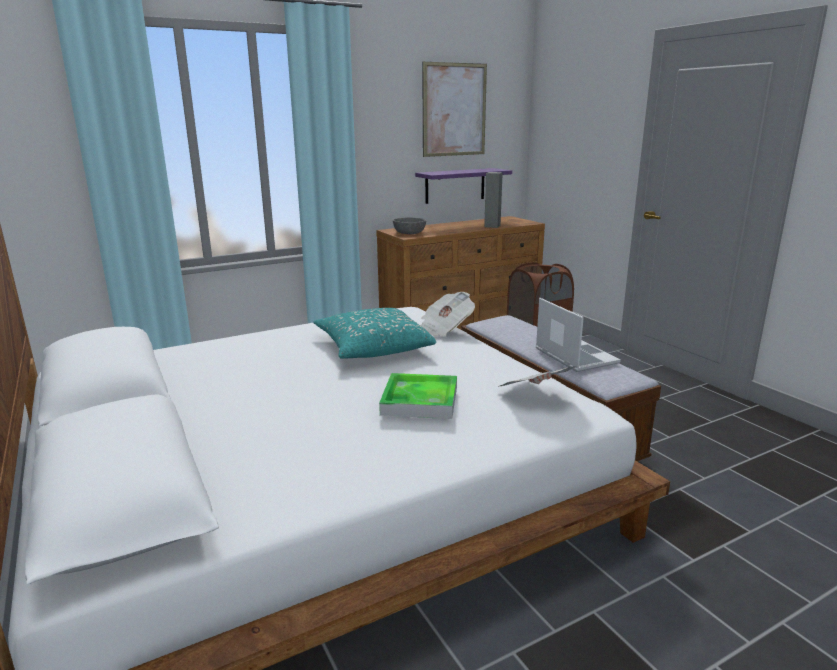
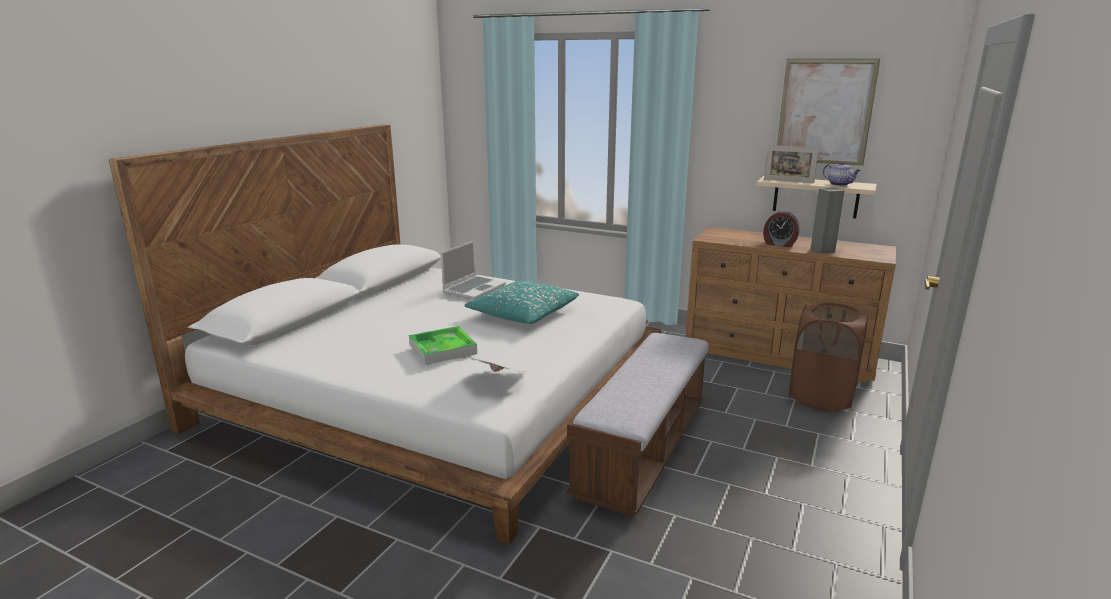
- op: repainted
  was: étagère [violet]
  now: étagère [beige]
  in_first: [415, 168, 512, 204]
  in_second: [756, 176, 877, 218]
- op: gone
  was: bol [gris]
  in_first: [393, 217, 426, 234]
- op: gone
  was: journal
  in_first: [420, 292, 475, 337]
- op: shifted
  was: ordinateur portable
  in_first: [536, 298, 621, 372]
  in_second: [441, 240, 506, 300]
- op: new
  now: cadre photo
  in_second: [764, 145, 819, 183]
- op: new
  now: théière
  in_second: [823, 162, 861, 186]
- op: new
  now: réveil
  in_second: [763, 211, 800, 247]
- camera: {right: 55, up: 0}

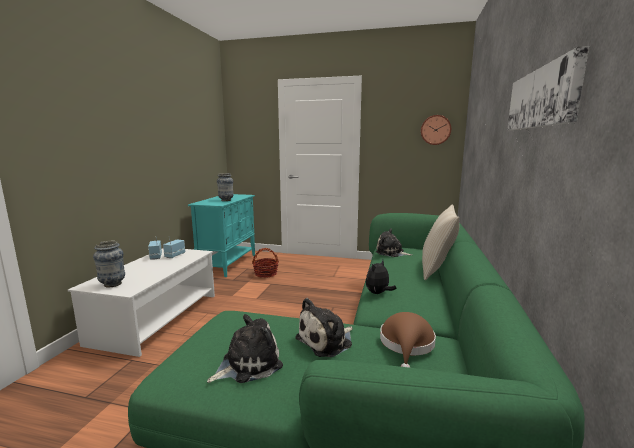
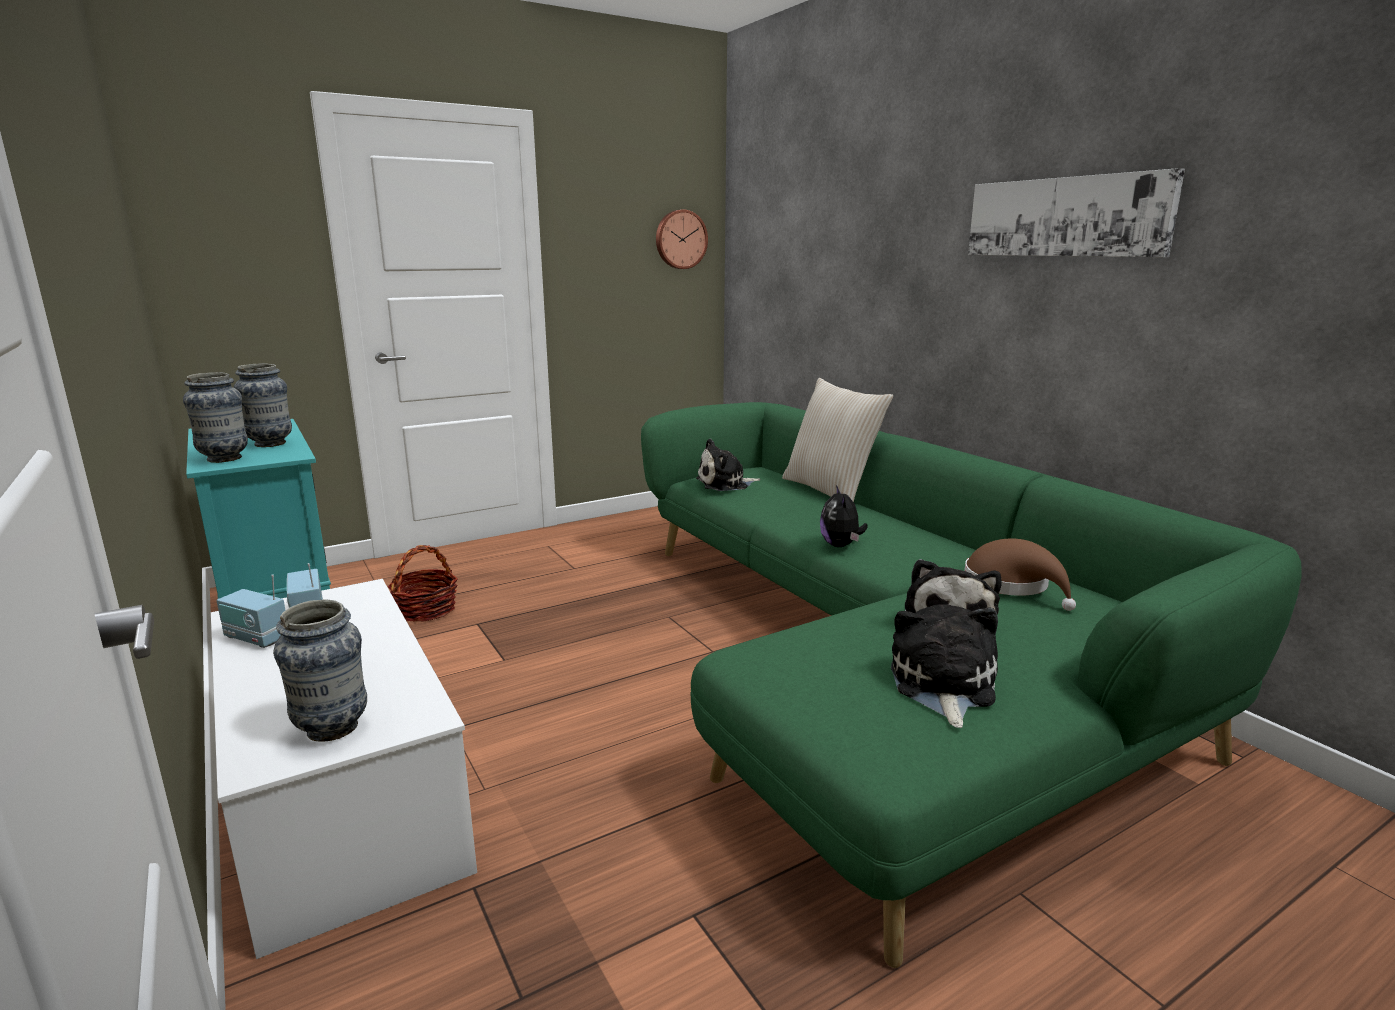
- op: new
  now: vase
  in_second: [183, 372, 248, 463]
- camera: {right: -45, up: 5}

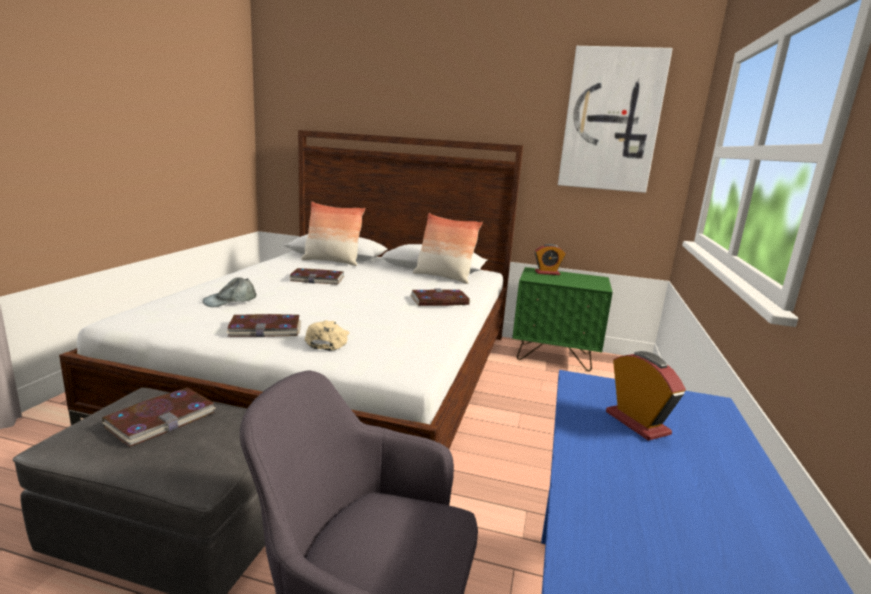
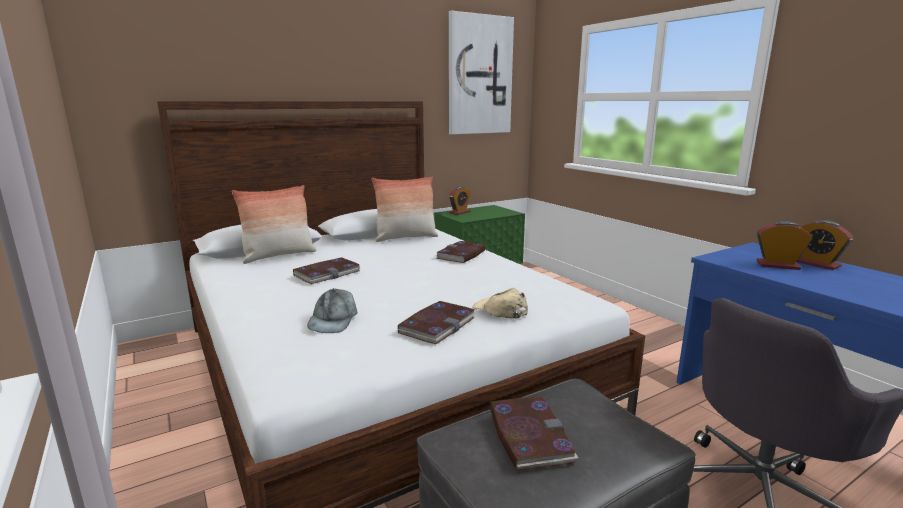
- op: new
  now: réveil
  in_second: [796, 220, 853, 270]
- camera: {right: -45, up: 0}

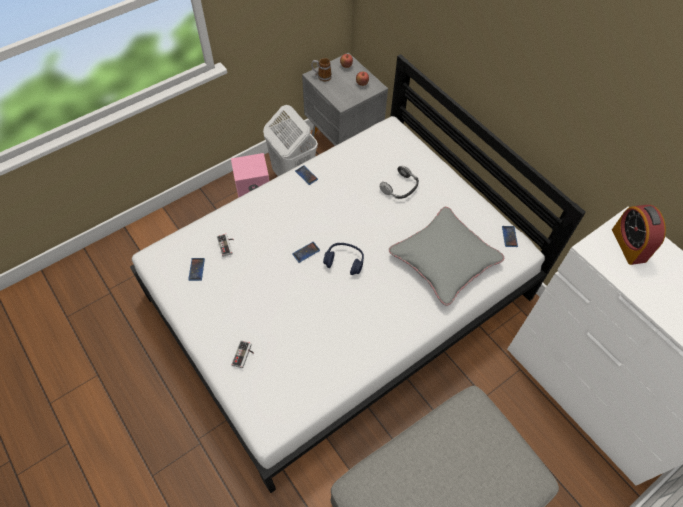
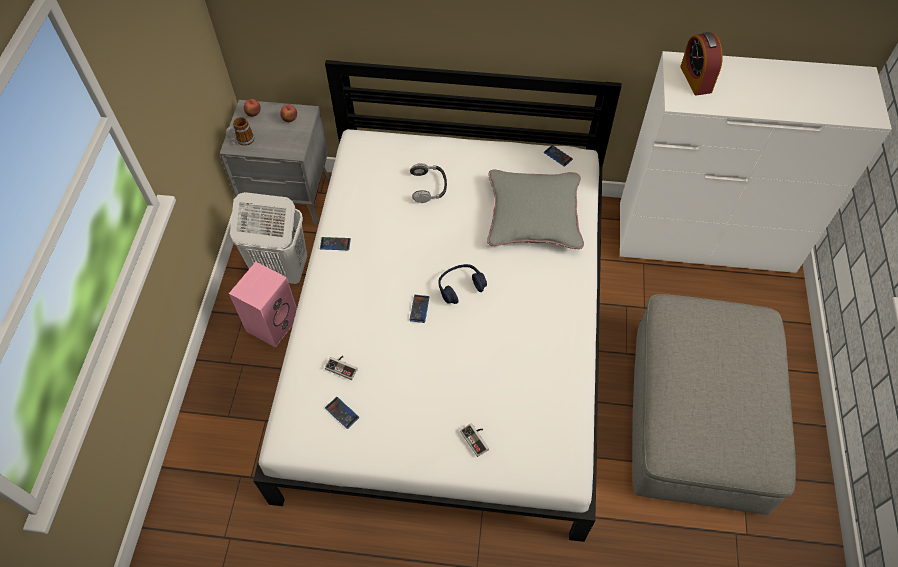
- op: rotated
  was: réveil
  in_first: [612, 205, 666, 265]
  in_second: [680, 32, 723, 96]
  clockwise: 45
- camera: {right: -45, up: 0}

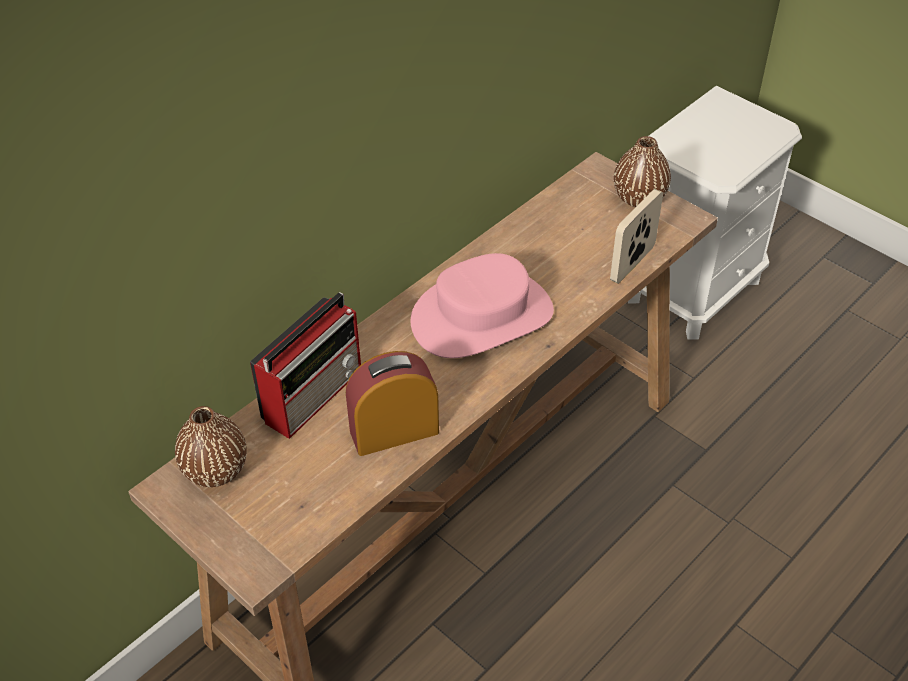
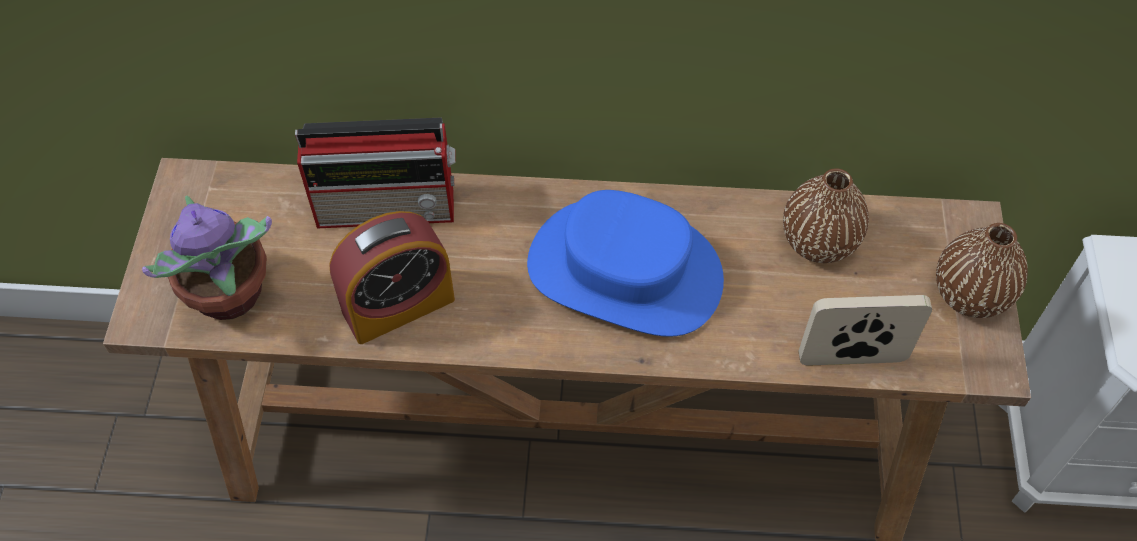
- op: repainted
  was: chapeau [rose]
  now: chapeau [bleu]
  in_first: [411, 253, 554, 358]
  in_second: [527, 190, 724, 337]
- op: rotated
  was: réveil
  in_first: [346, 351, 439, 456]
  in_second: [329, 211, 455, 344]
  clockwise: 120
- op: shifted
  was: vase [marron]
  in_first: [175, 406, 247, 487]
  in_second: [783, 168, 869, 263]
- op: new
  now: plante en pot
  in_second: [142, 196, 272, 320]
- camera: {right: 50, up: 10}

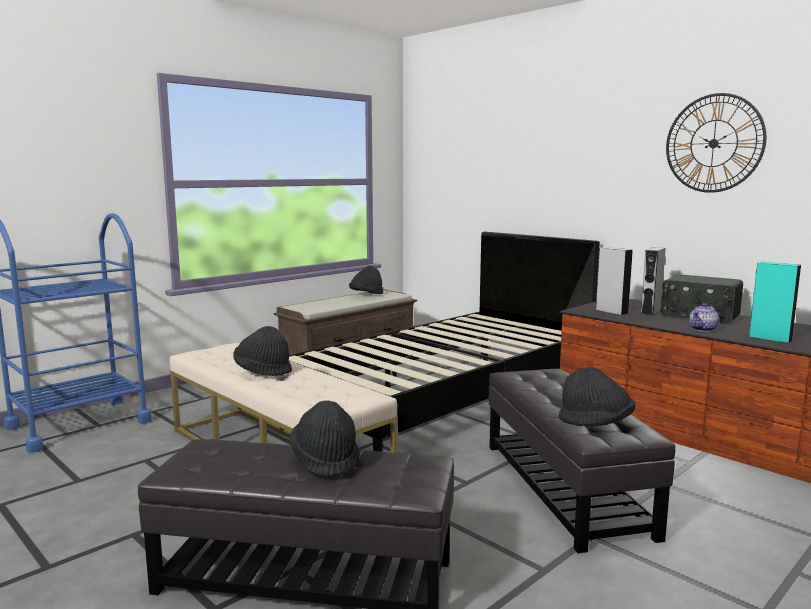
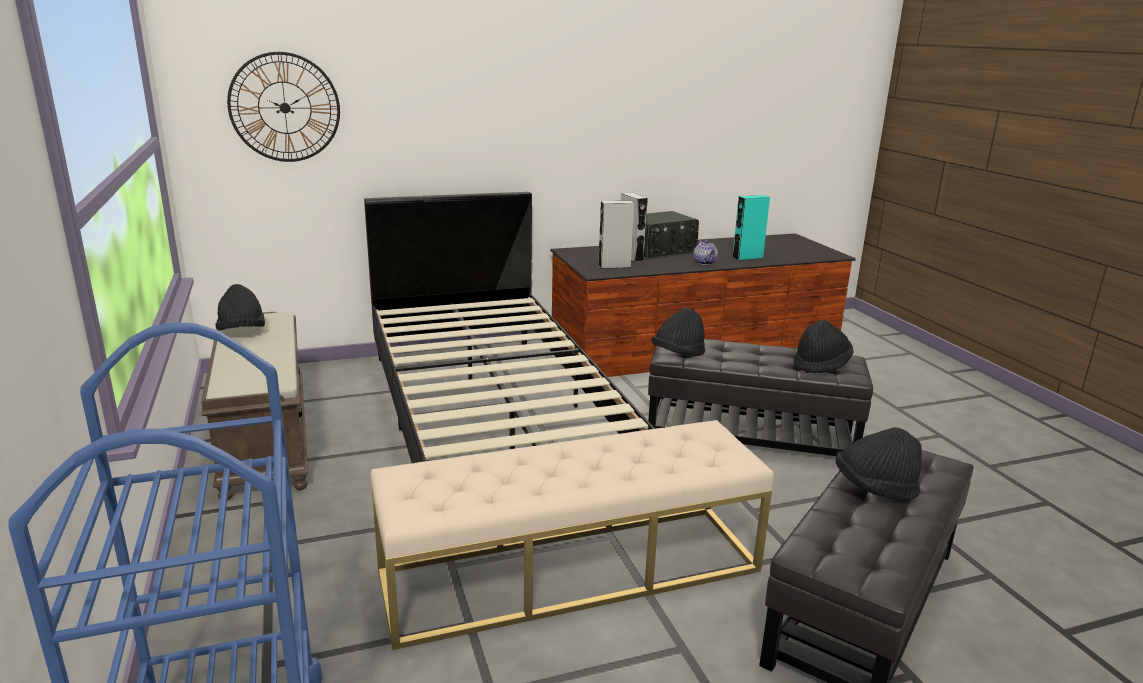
- op: shifted
  was: horloge murale
  in_first: [666, 93, 766, 193]
  in_second: [227, 52, 340, 162]
- op: shifted
  was: chapeau [noir]
  in_first: [233, 326, 292, 376]
  in_second: [651, 307, 705, 357]
- camera: {right: -65, up: 10}

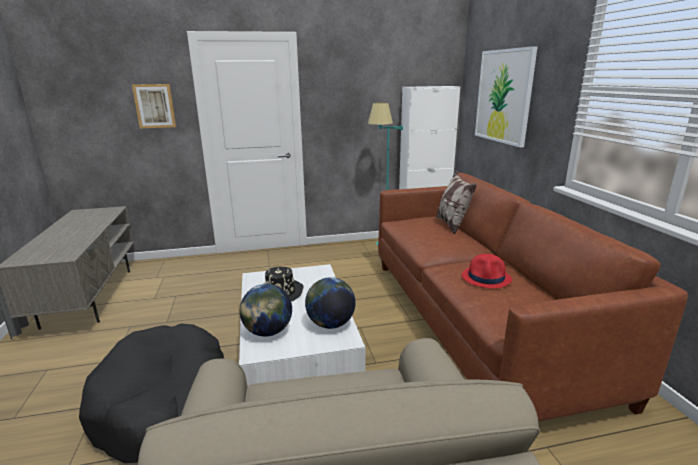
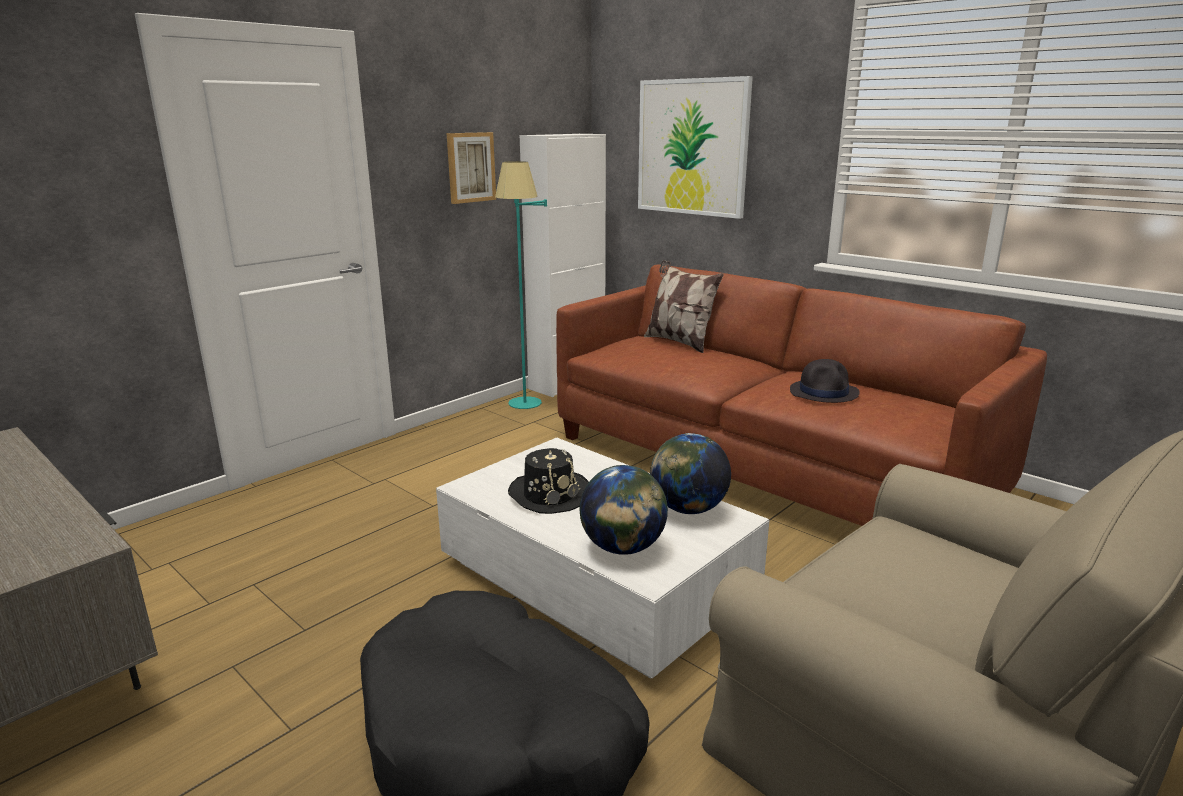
- op: shifted
  was: tableau
  in_first: [132, 84, 176, 128]
  in_second: [447, 132, 496, 204]
- op: repainted
  was: chapeau [rouge]
  now: chapeau [noir]
  in_first: [461, 254, 512, 288]
  in_second: [790, 359, 860, 403]
- camera: {right: -35, up: 0}

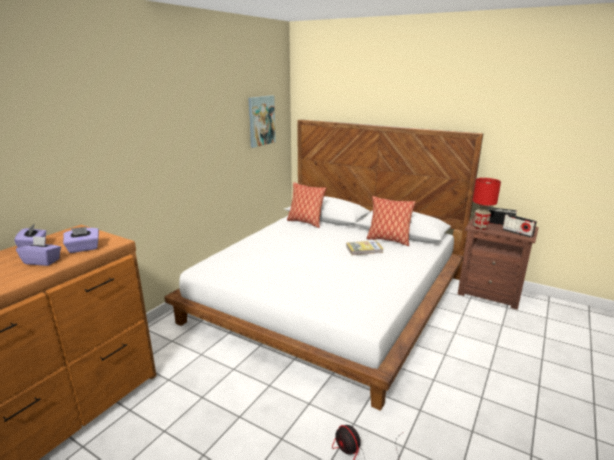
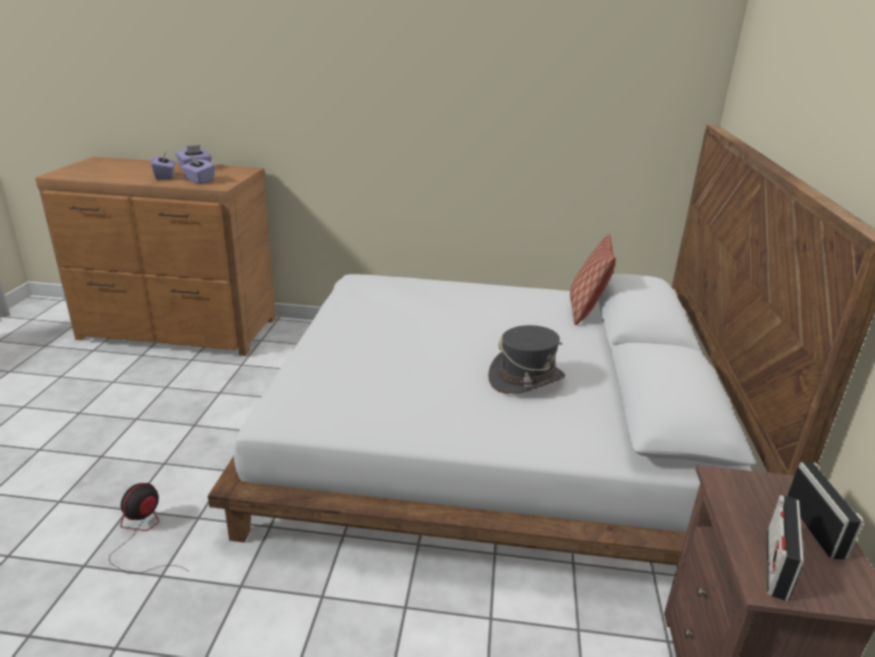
- op: gone
  was: tableau
  in_first: [248, 95, 276, 148]
- op: gone
  was: lampe de table [rouge]
  in_first: [473, 178, 501, 230]
- op: gone
  was: coussin
  in_first: [367, 196, 416, 246]
- op: swapped
  was: livre
  now: chapeau [gris]
  in_first: [346, 240, 383, 255]
  in_second: [488, 325, 565, 394]
- camera: {right: 65, up: 5}

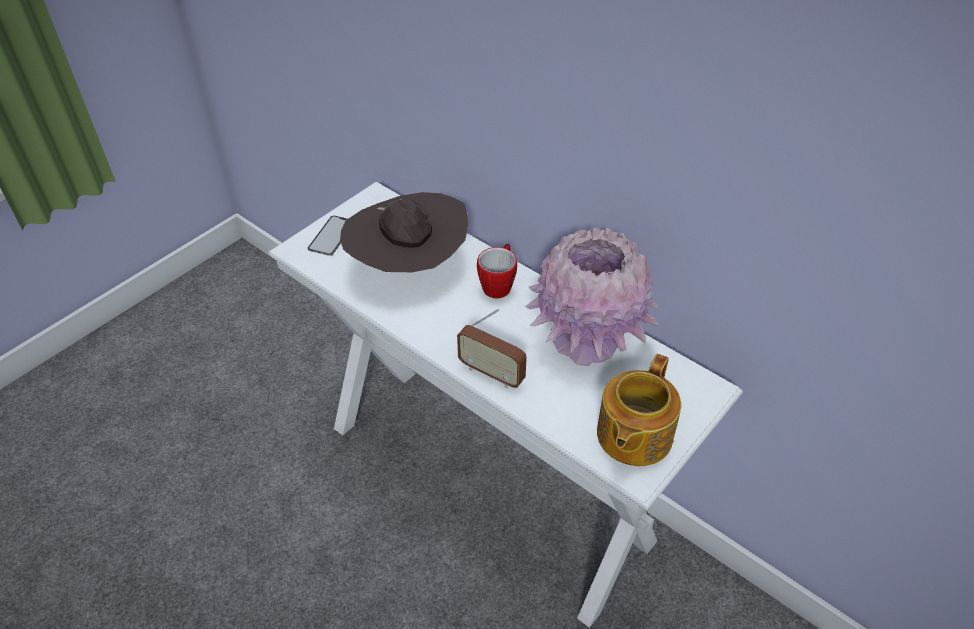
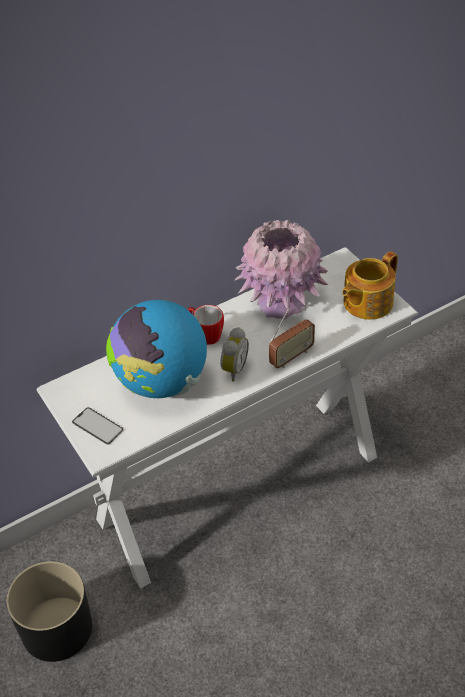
- op: swapped
  was: chapeau [marron]
  now: globe
  in_first: [340, 192, 468, 272]
  in_second: [106, 300, 207, 398]
- op: rotated
  was: théière
  in_first: [597, 354, 681, 466]
  in_second: [342, 251, 398, 320]
  clockwise: 90
- op: new
  now: réveil
  in_second: [220, 327, 249, 382]
- op: new
  now: cache-pot [noir]
  in_second: [6, 561, 92, 662]
- camera: {right: -70, up: 0}

